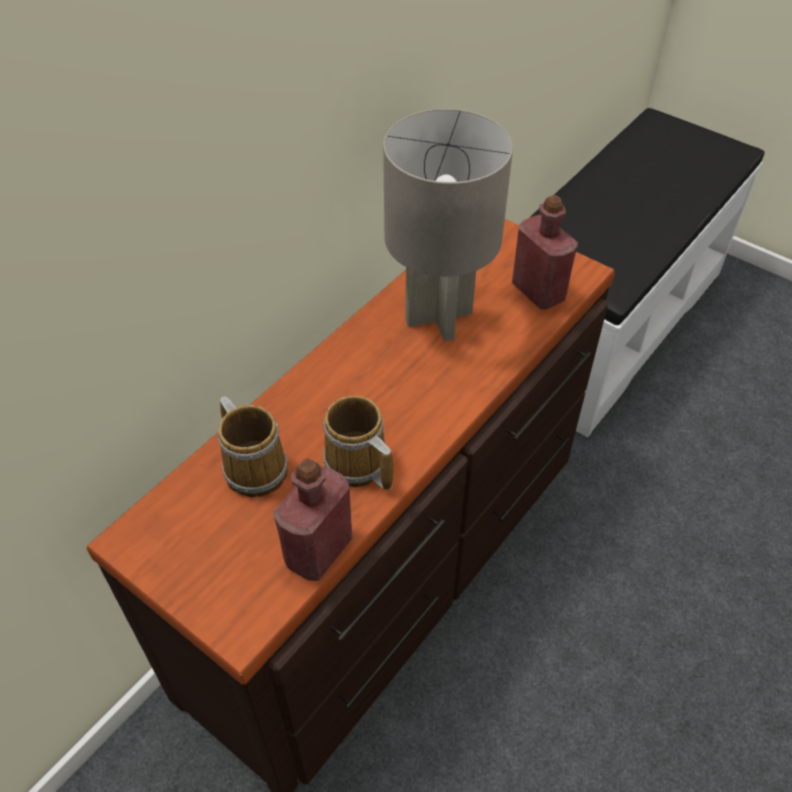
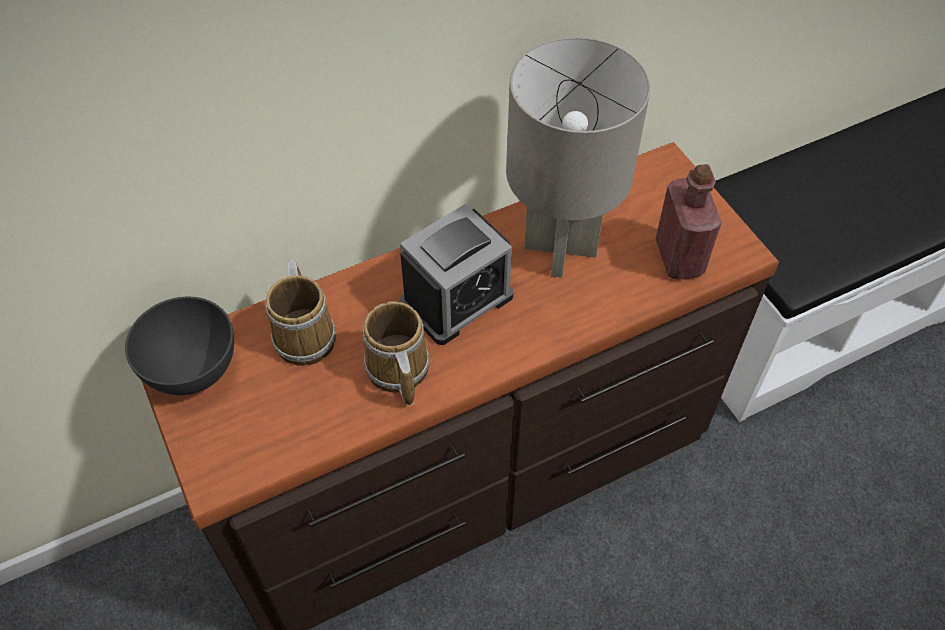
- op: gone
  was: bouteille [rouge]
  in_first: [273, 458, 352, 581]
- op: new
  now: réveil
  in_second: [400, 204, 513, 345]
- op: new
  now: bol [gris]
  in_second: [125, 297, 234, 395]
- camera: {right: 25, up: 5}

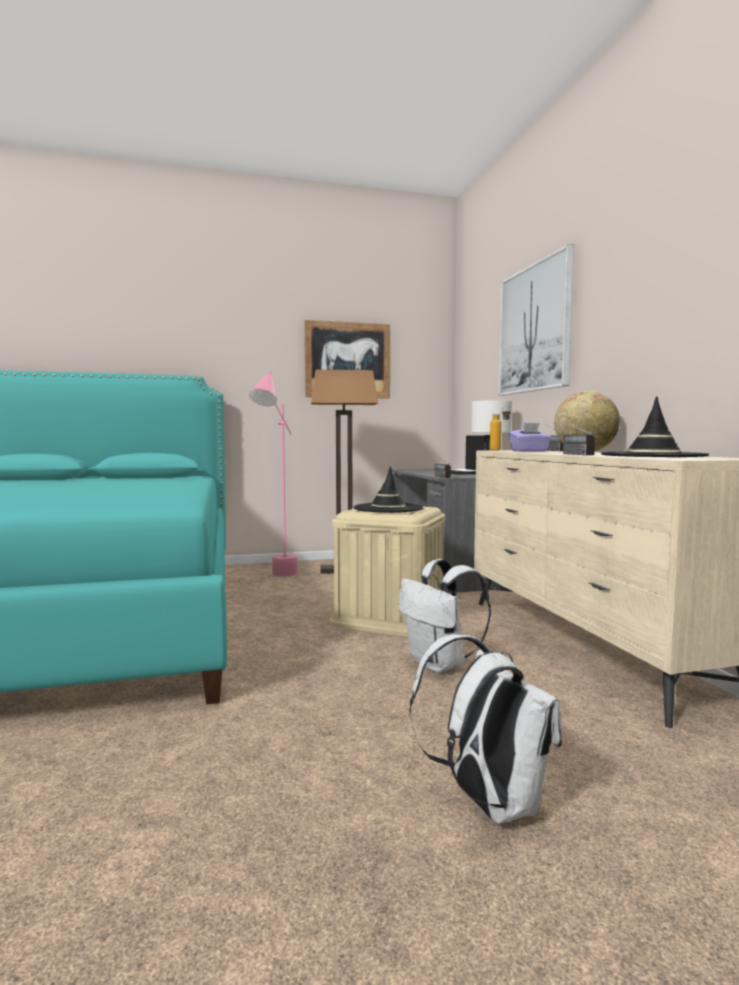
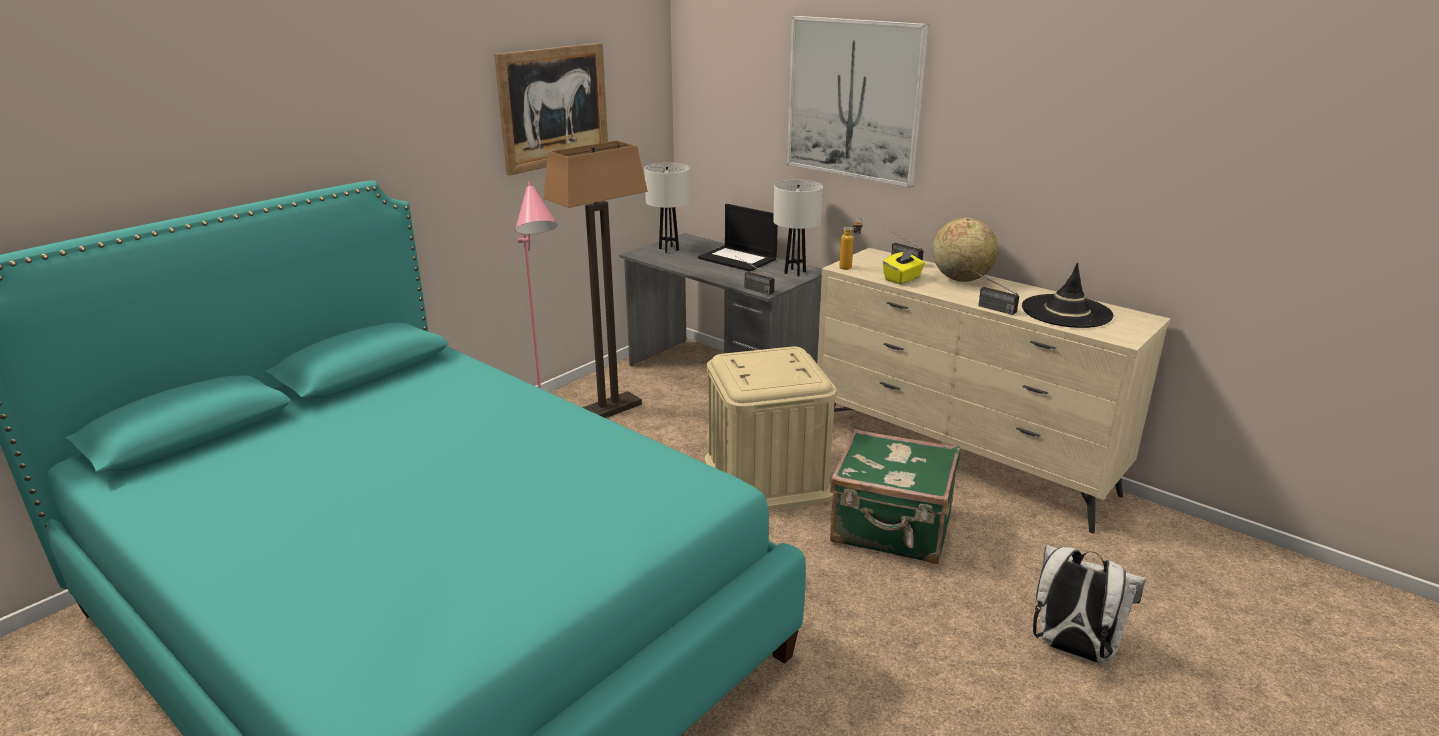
- op: repainted
  was: boîte à mouchoirs [violet]
  now: boîte à mouchoirs [jaune]
  in_first: [508, 423, 551, 452]
  in_second: [883, 249, 925, 284]
- op: gone
  was: chapeau [noir]
  in_first: [353, 466, 423, 513]
- op: swapped
  was: sac à dos [blanc]
  now: valise [vert]
  in_first: [399, 559, 491, 673]
  in_second: [830, 429, 960, 564]
- op: new
  now: lampe de table [blanc]
  in_second: [644, 163, 690, 253]
- camera: {right: -35, up: 20}

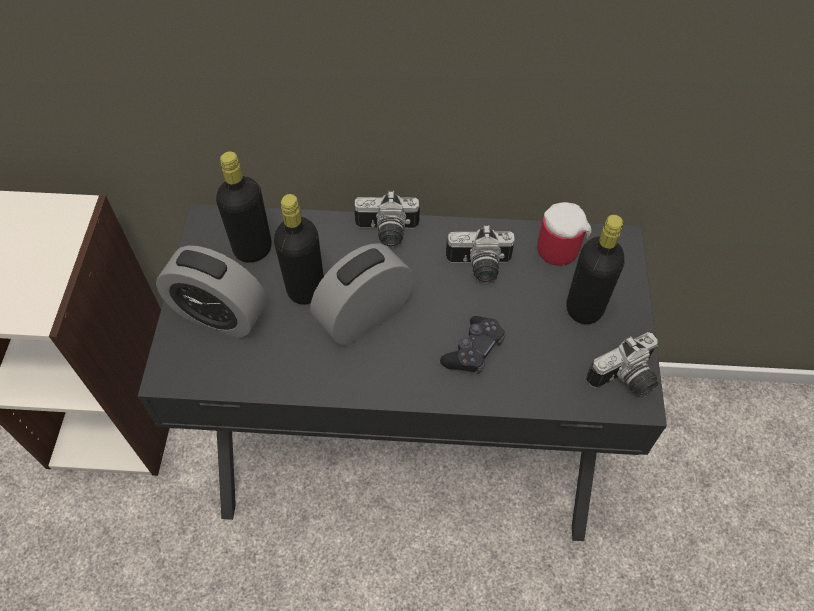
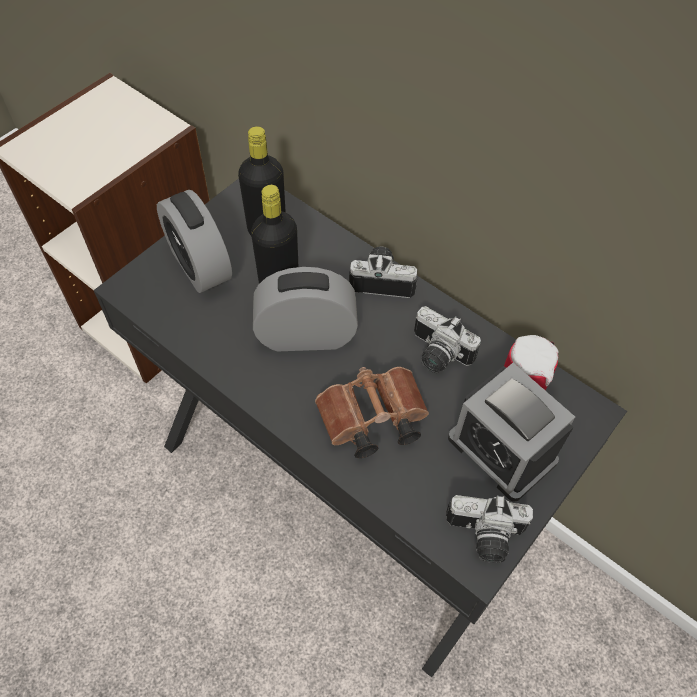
- op: rotated
  was: appareil photo
  in_first: [354, 191, 420, 247]
  in_second: [349, 247, 418, 298]
  clockwise: 150
- op: swapped
  was: bouteille [noir]
  now: réveil
  in_first: [566, 215, 625, 324]
  in_second: [448, 363, 575, 502]
- op: swapped
  was: manette [noir]
  now: jumelles [marron]
  in_first: [440, 316, 505, 374]
  in_second: [315, 367, 429, 458]
- camera: {right: 35, up: 0}

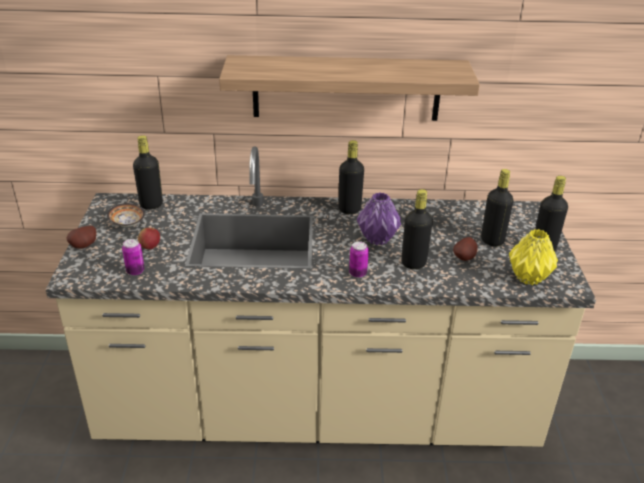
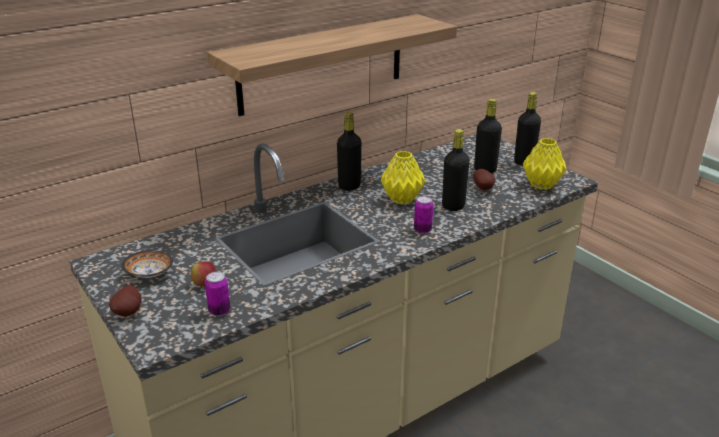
- op: gone
  was: bouteille [noir]
  in_first: [133, 135, 163, 210]
- op: repainted
  was: vase [violet]
  now: vase [jaune]
  in_first: [357, 192, 401, 245]
  in_second: [381, 151, 425, 205]
- camera: {right: -35, up: -5}

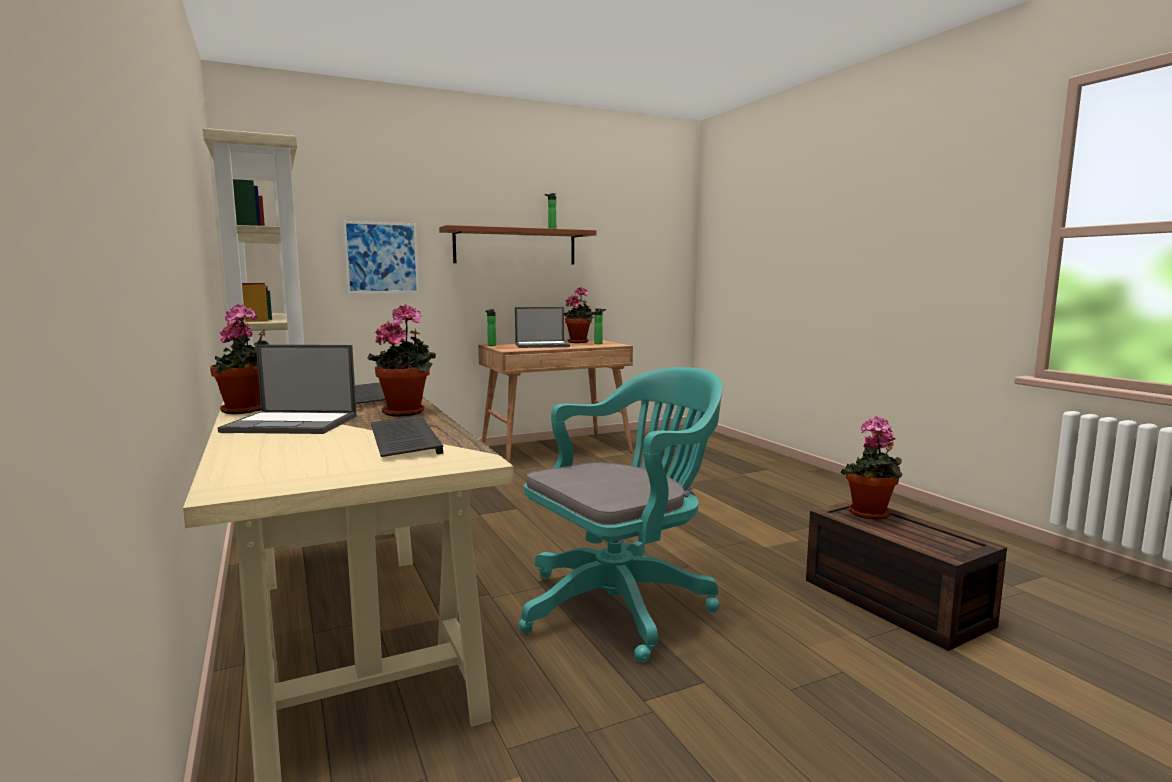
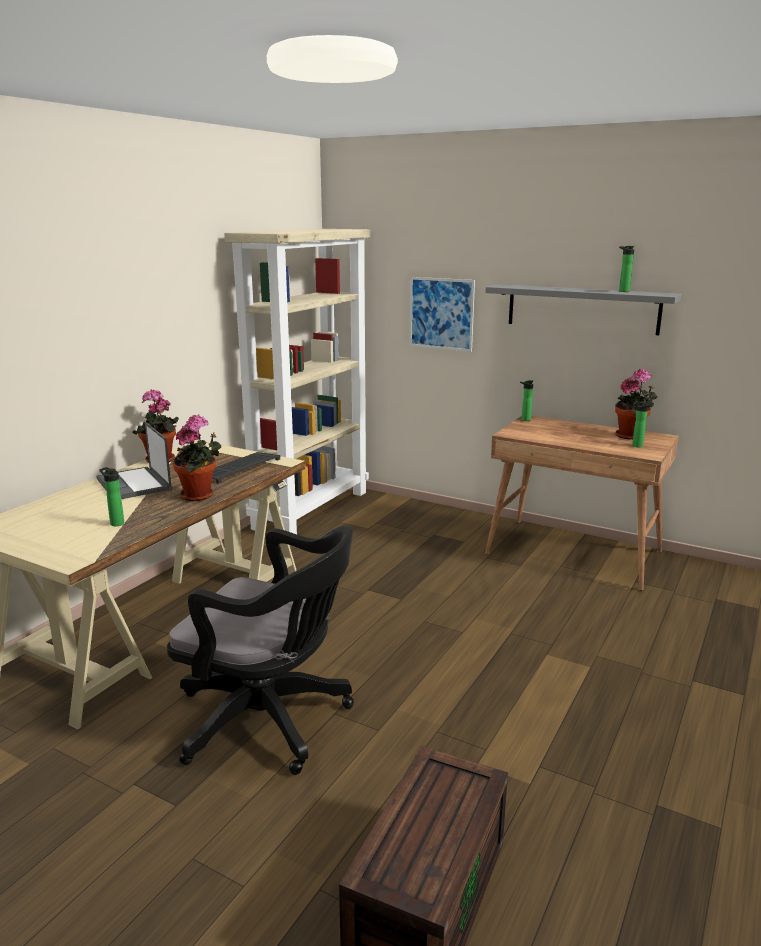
- op: repainted
  was: étagère [marron]
  now: étagère [gris]
  in_first: [439, 225, 597, 264]
  in_second: [485, 284, 681, 335]
- op: gone
  was: ordinateur portable
  in_first: [515, 307, 570, 348]
- op: repainted
  was: chaise de bureau [turquoise]
  now: chaise de bureau [noir]
  in_first: [518, 367, 723, 662]
  in_second: [167, 526, 354, 775]
- op: swapped
  was: clavier
  now: bouteille
  in_first: [371, 415, 443, 457]
  in_second: [99, 467, 124, 526]
- op: gone
  was: plante en pot
  in_first: [841, 416, 903, 520]
- camera: {right: 55, up: 10}

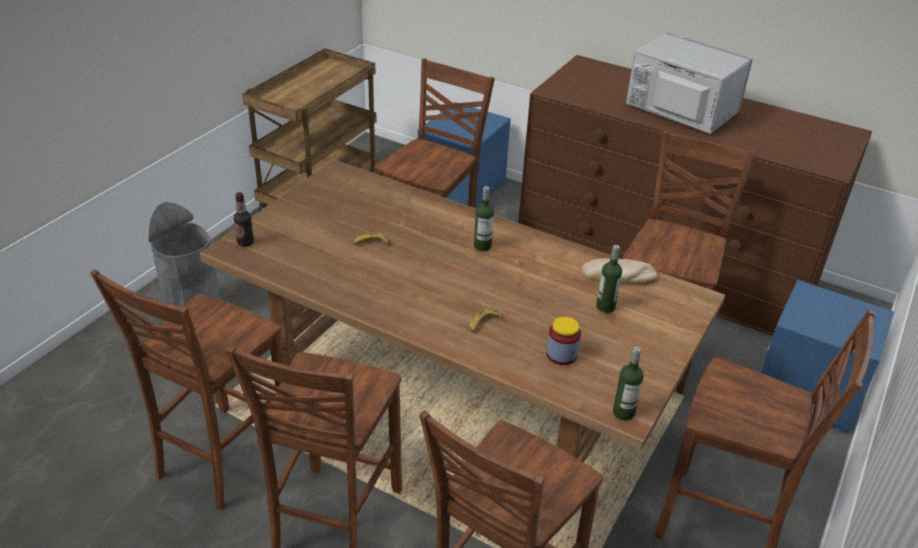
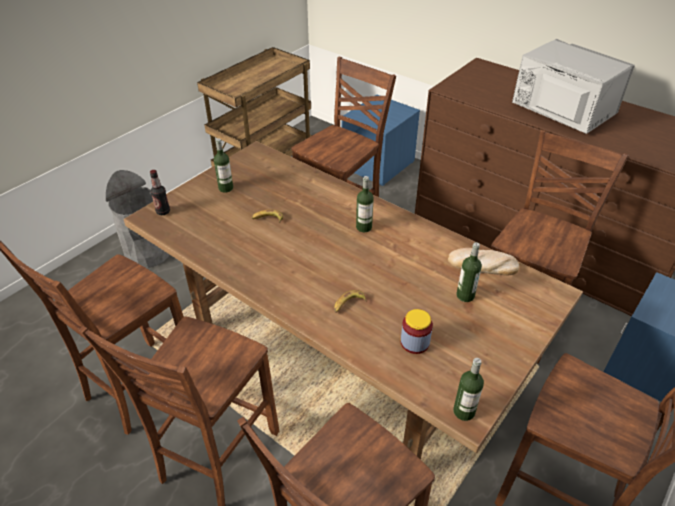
- op: new
  now: bouteille
  in_second: [214, 138, 233, 193]
- camera: {right: 10, up: 5}

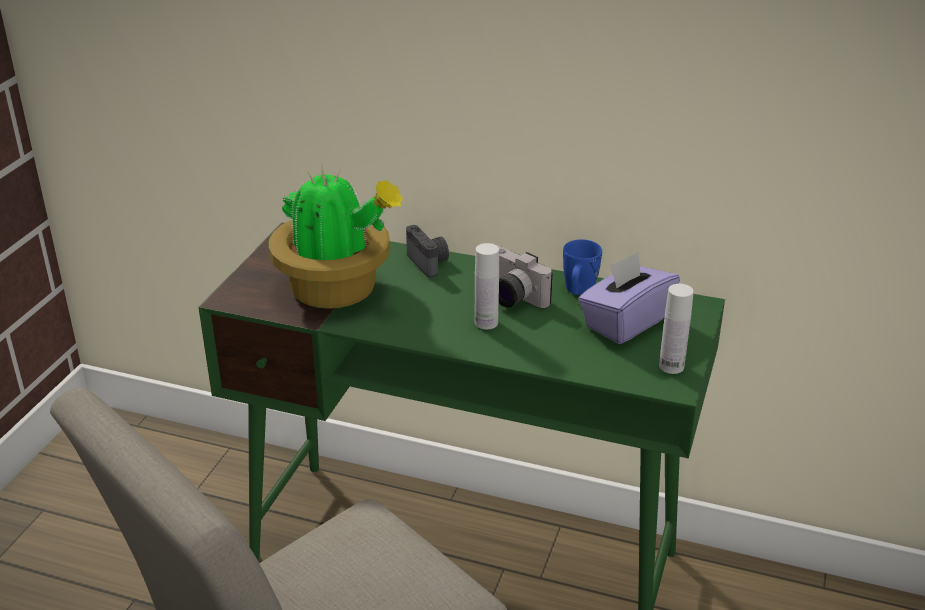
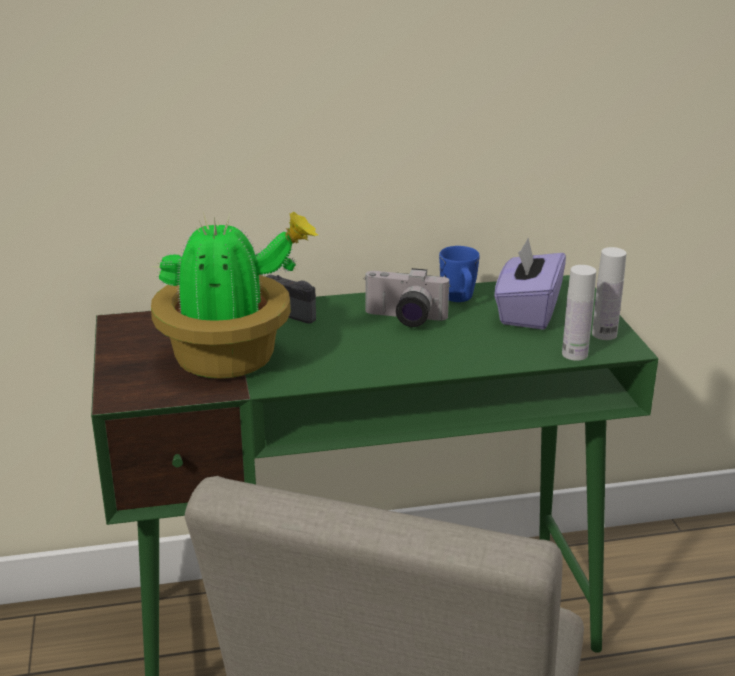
- op: shifted
  was: bouteille [blanc]
  in_first: [475, 243, 499, 329]
  in_second: [562, 265, 596, 361]
- camera: {right: -30, up: -5}

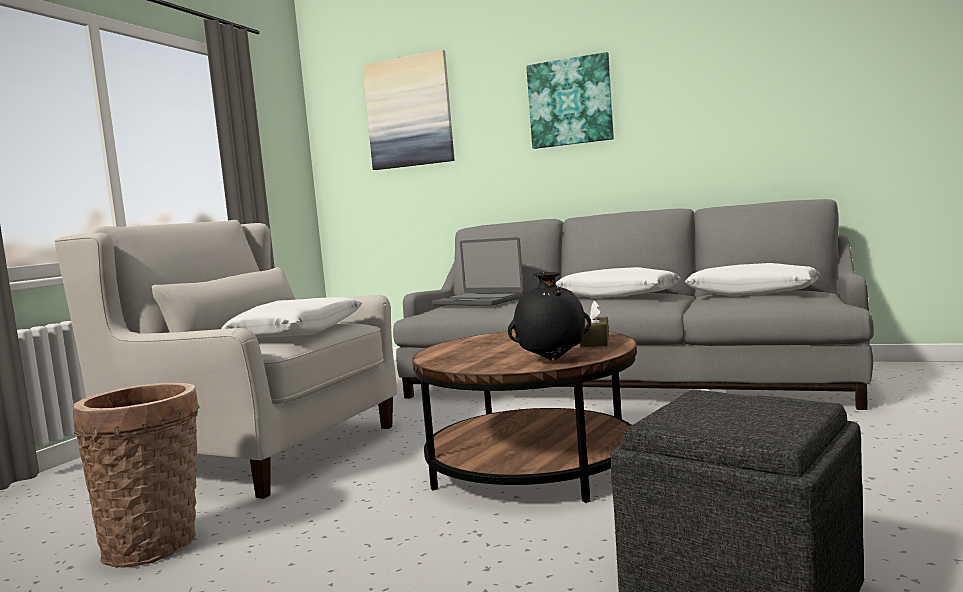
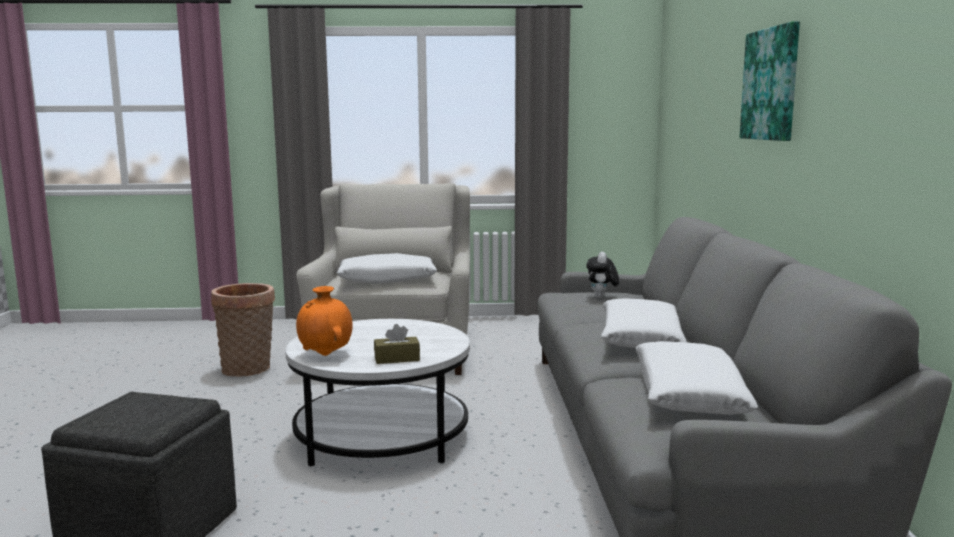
- op: gone
  was: tableau
  in_first: [362, 50, 454, 170]
- op: swapped
  was: ordinateur portable
  now: peluche
  in_first: [432, 237, 524, 306]
  in_second: [586, 252, 619, 298]
- op: repainted
  was: vase [noir]
  now: vase [orange]
  in_first: [508, 272, 591, 360]
  in_second: [296, 286, 353, 356]
- op: repainted
  was: table basse [marron]
  now: table basse [blanc]
  in_first: [412, 331, 637, 503]
  in_second: [285, 319, 470, 467]
- camera: {right: 65, up: 5}

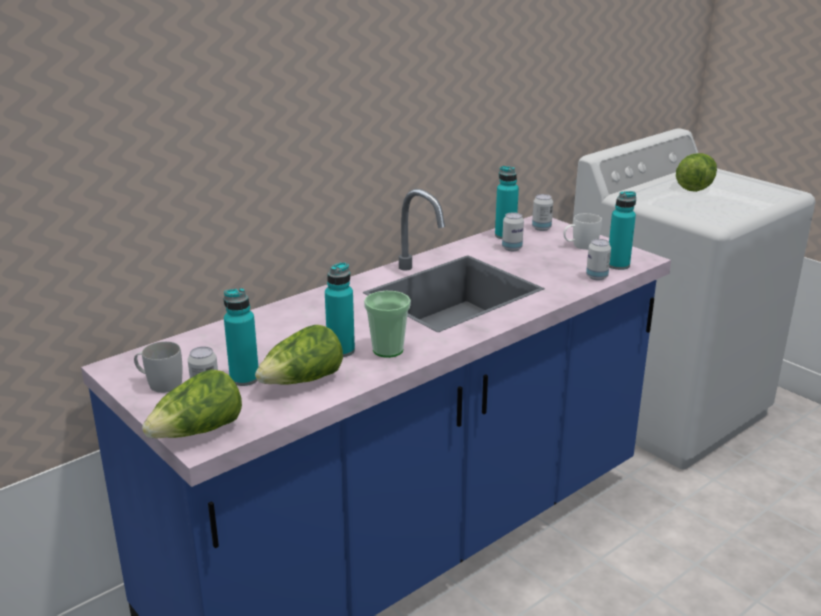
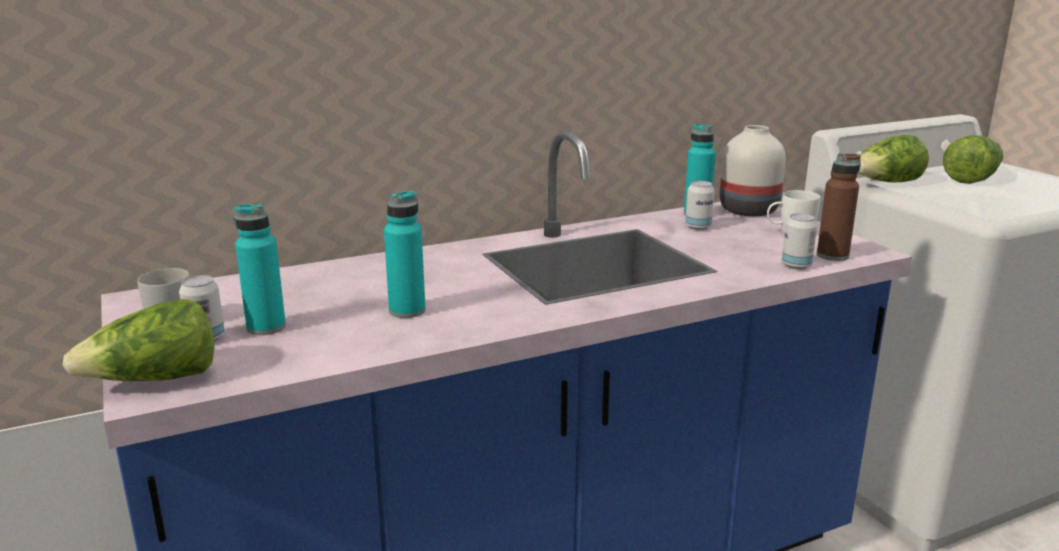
- op: repainted
  was: bouteille [turquoise]
  now: bouteille [marron]
  in_first: [609, 191, 636, 270]
  in_second: [817, 153, 861, 261]
- op: swapped
  was: boîte métallique
  now: vase [blanc]
  in_first: [532, 194, 553, 231]
  in_second: [720, 125, 786, 216]
- op: gone
  was: tasse
  in_first: [364, 291, 411, 358]
- op: shifted
  was: laitue
  in_first: [255, 325, 343, 385]
  in_second: [858, 135, 929, 182]
- camera: {right: 15, up: -5}

